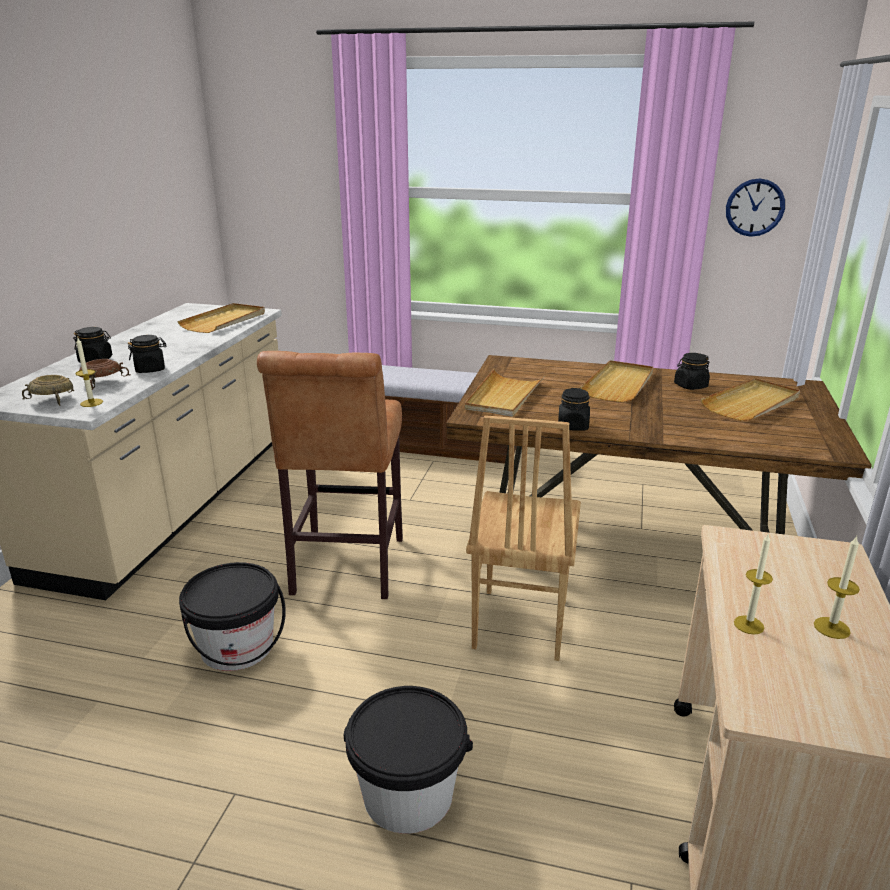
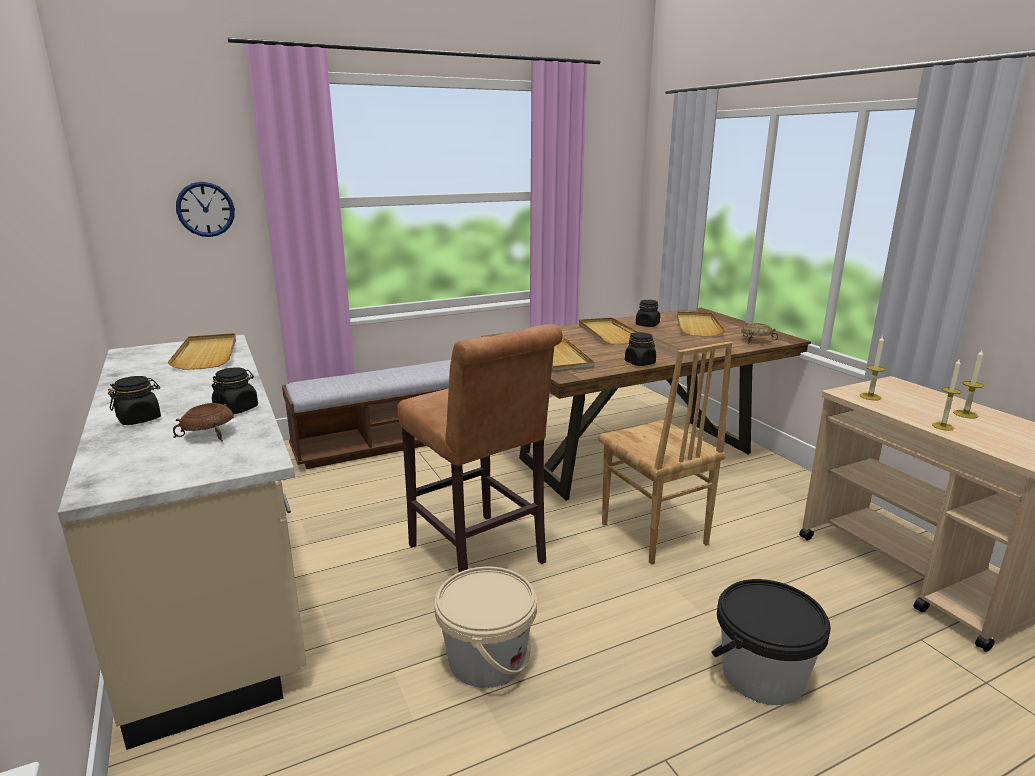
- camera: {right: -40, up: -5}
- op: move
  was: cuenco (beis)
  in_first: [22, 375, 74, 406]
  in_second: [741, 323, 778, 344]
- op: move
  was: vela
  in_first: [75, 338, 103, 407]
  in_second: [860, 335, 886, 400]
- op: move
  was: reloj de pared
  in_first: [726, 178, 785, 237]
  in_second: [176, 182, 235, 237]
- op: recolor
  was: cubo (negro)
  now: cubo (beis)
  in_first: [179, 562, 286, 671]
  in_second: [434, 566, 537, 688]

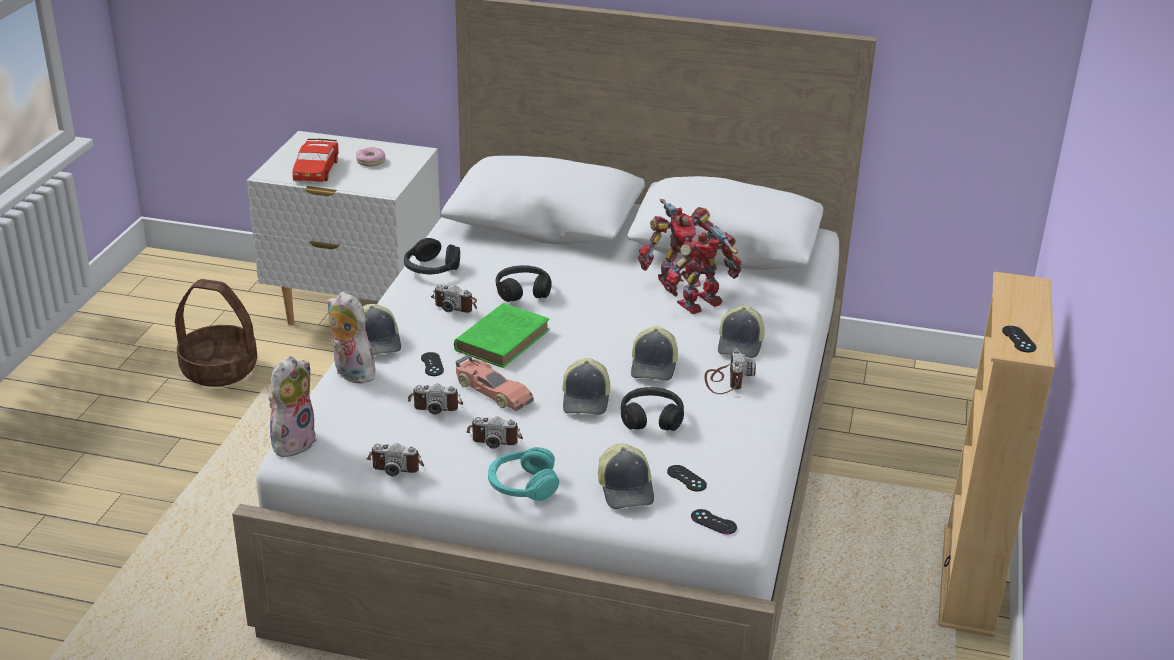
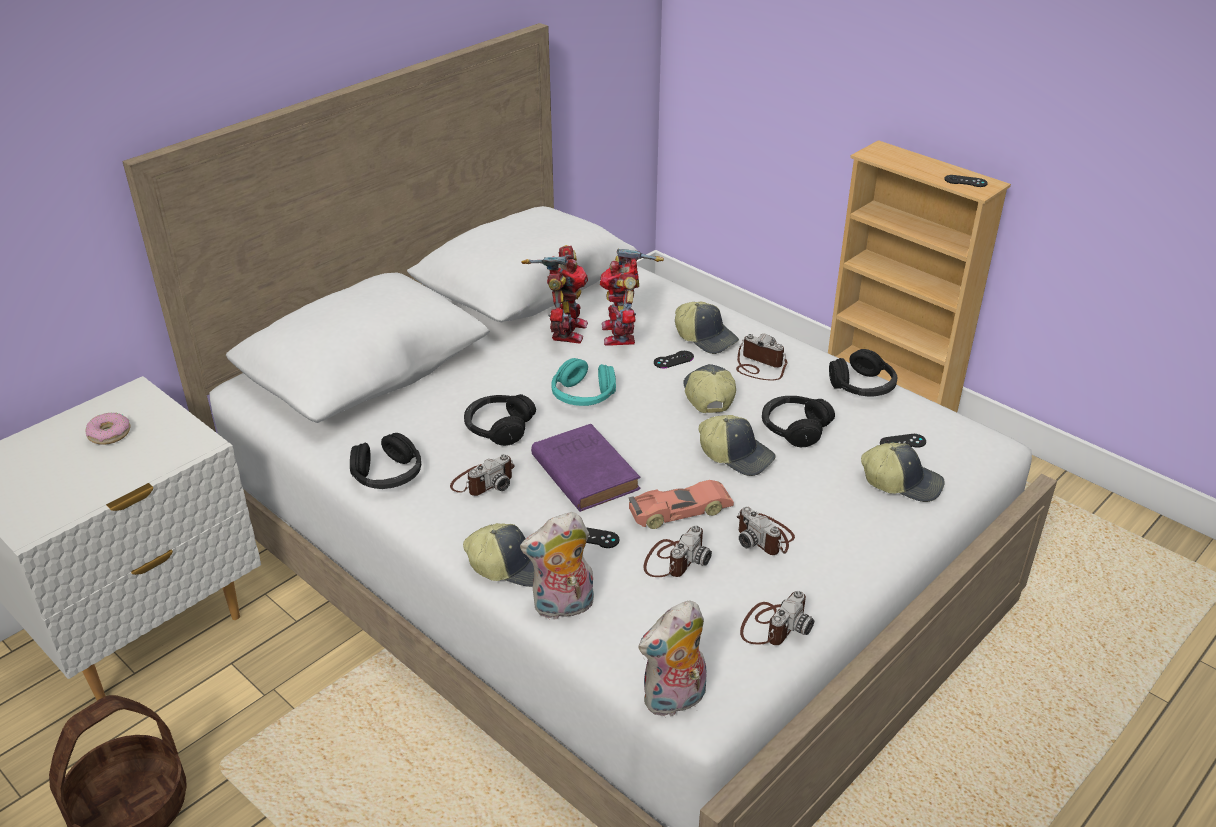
- camera: {right: -60, up: 5}
- op: delete
  was: coche de juguete (rojo)
  in_first: [292, 139, 339, 182]
- op: insert
  now: auriculares (negro)
  in_second: [829, 349, 897, 397]
- op: move
  was: auriculares (turquesa)
  in_first: [488, 447, 559, 501]
  in_second: [551, 358, 616, 406]
- op: move
  was: mando de consola (negro)
  in_first: [691, 509, 737, 534]
  in_second: [654, 351, 694, 368]
- op: recolor
  was: libro (verde)
  now: libro (morado)
  in_first: [454, 303, 550, 368]
  in_second: [531, 424, 640, 512]
- op: rotate
  was: peluche
  in_first: [269, 356, 317, 458]
  in_second: [639, 600, 706, 718]
  clockwise: -90
- op: rotate
  was: cámara
  in_first: [466, 416, 523, 449]
  in_second: [737, 507, 795, 555]
  clockwise: 105
- op: rotate
  was: gorra
  in_first: [631, 327, 678, 381]
  in_second: [683, 364, 736, 413]
  clockwise: -135

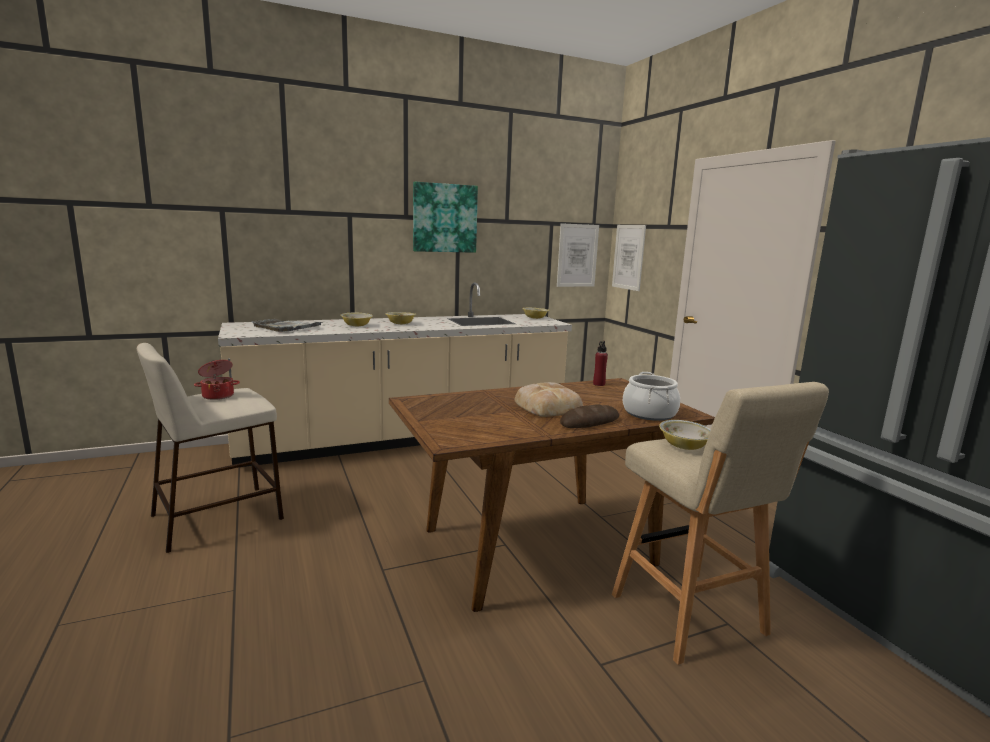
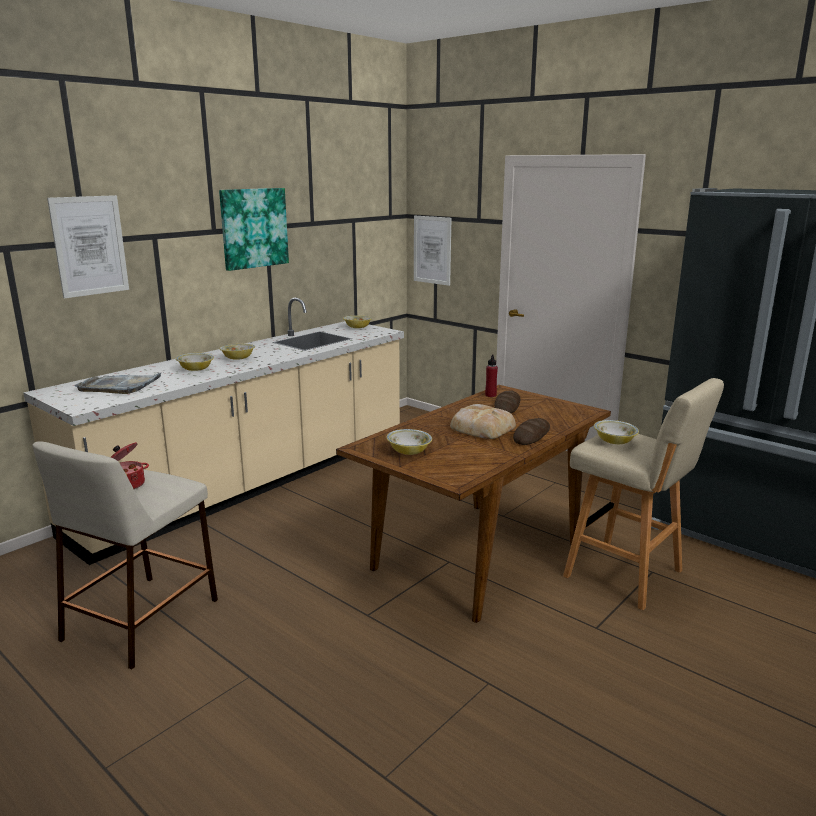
- camera: {right: -25, up: 5}
- op: delete
  was: olla
  in_first: [623, 372, 680, 421]
- op: insert
  now: cuenco
  in_second: [386, 429, 432, 455]
- op: insert
  now: pan
  in_second: [495, 390, 521, 413]
- op: move
  was: cuadro
  in_first: [557, 223, 599, 287]
  in_second: [47, 195, 129, 298]

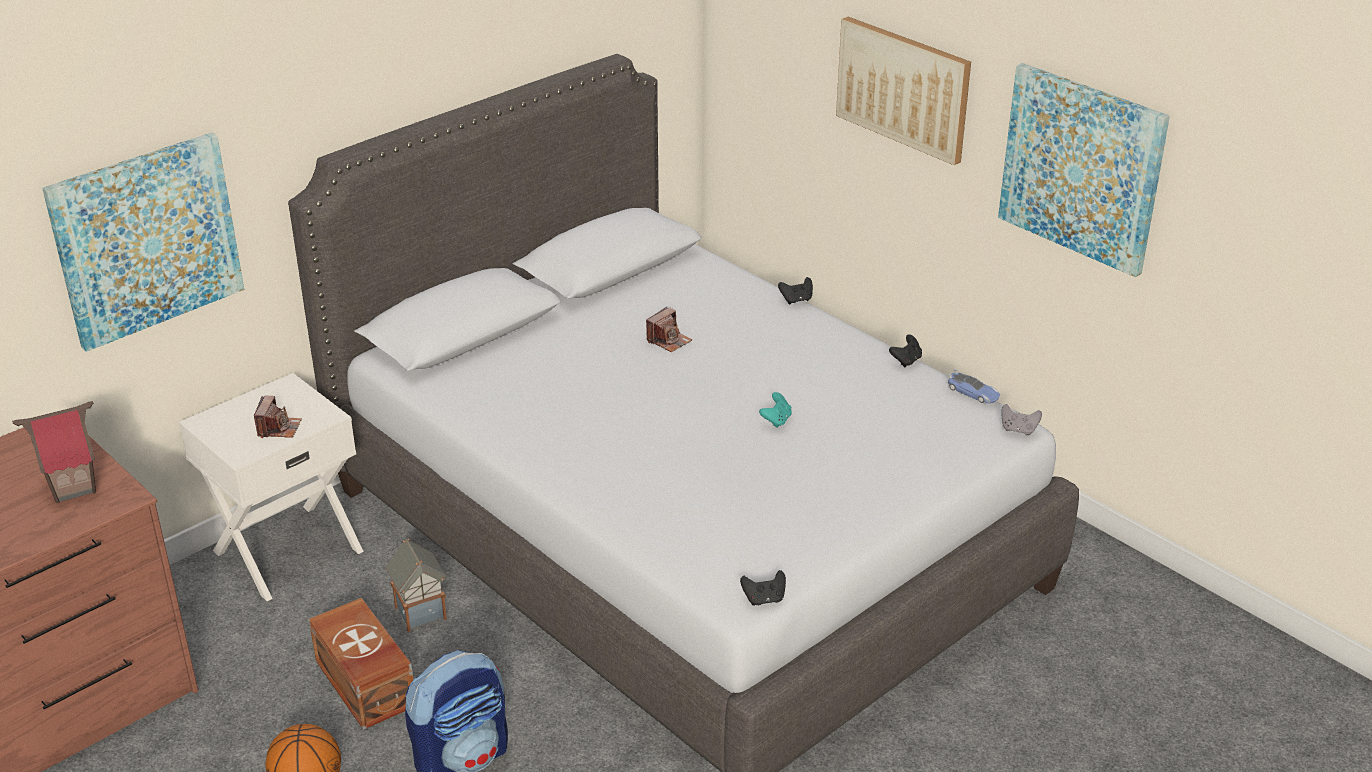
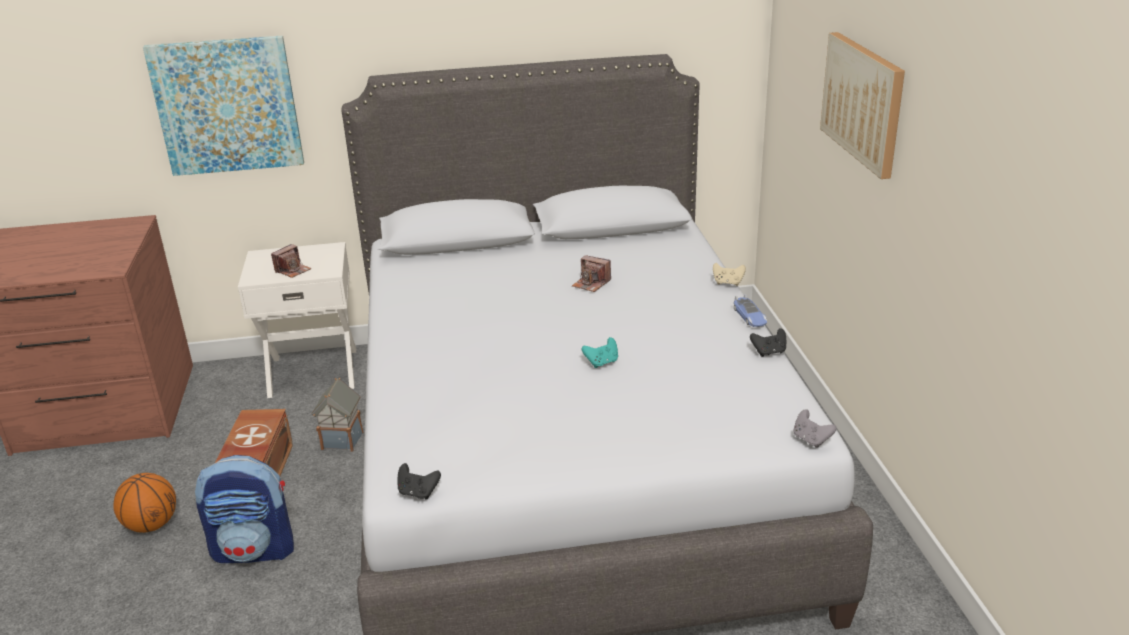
- camera: {right: 35, up: -5}
- op: delete
  was: casita
  in_first: [12, 401, 96, 503]
- op: delete
  was: cuadro
  in_first: [998, 63, 1170, 277]
- op: move
  was: coche de juguete
  in_first: [947, 369, 1000, 404]
  in_second: [734, 294, 767, 327]
- op: recolor
  was: mando de consola (negro)
  now: mando de consola (beis)
  in_first: [778, 277, 813, 304]
  in_second: [713, 263, 746, 286]
- op: rotate
  was: cámara
  in_first: [646, 307, 692, 352]
  in_second: [572, 255, 611, 292]
  clockwise: 45

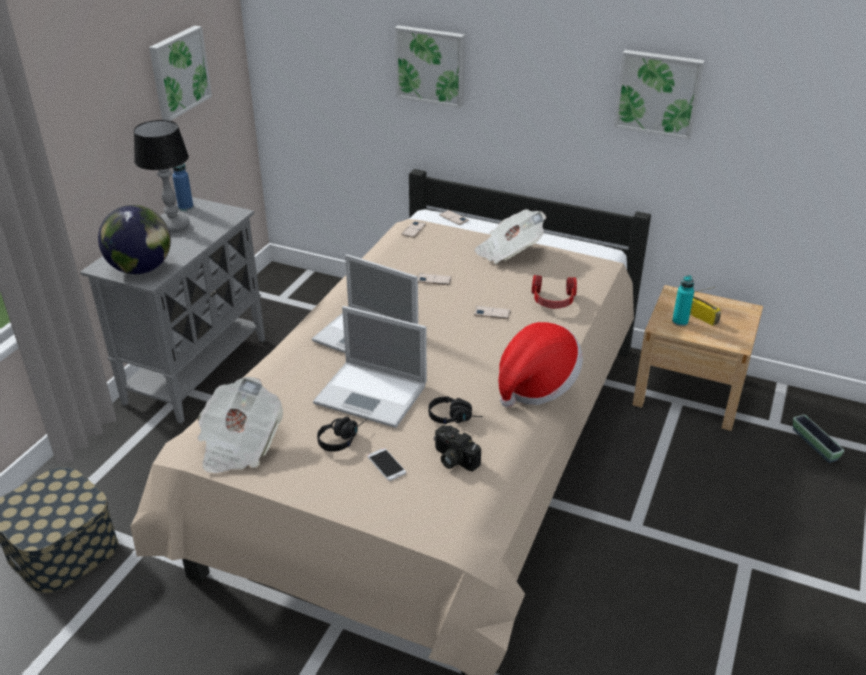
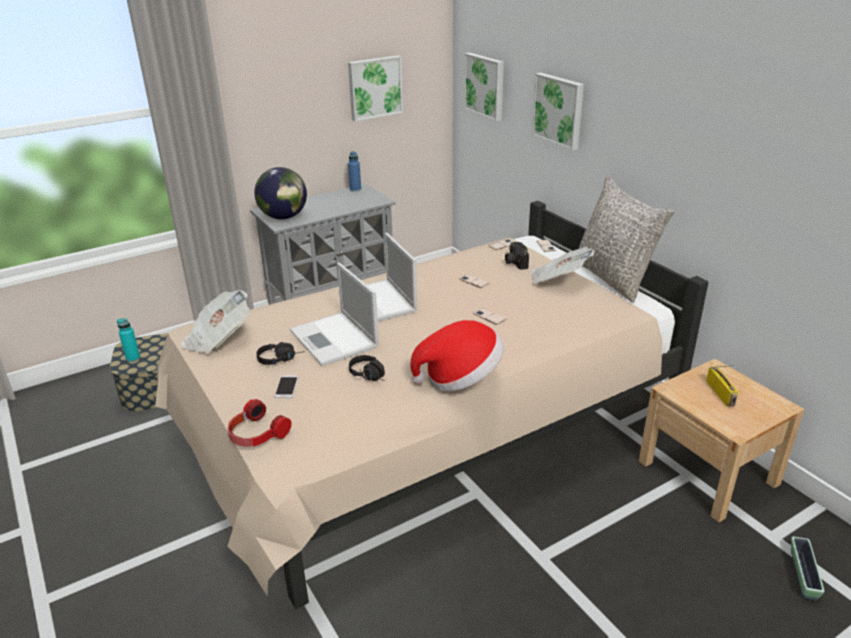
- camera: {right: 35, up: -5}
- op: delete
  was: lámpara de mesa
  in_first: [134, 120, 190, 233]
- op: insert
  now: cojín (gris)
  in_second: [579, 176, 674, 303]
- op: move
  was: cámara
  in_first: [434, 425, 481, 471]
  in_second: [505, 242, 529, 270]
- op: move
  was: auriculares
  in_first: [532, 275, 577, 309]
  in_second: [227, 399, 292, 447]
- op: move
  was: cuadro
  in_first: [614, 50, 705, 140]
  in_second: [464, 53, 504, 121]
- op: move
  was: botella (turquesa)
  in_first: [672, 275, 694, 326]
  in_second: [117, 318, 140, 362]

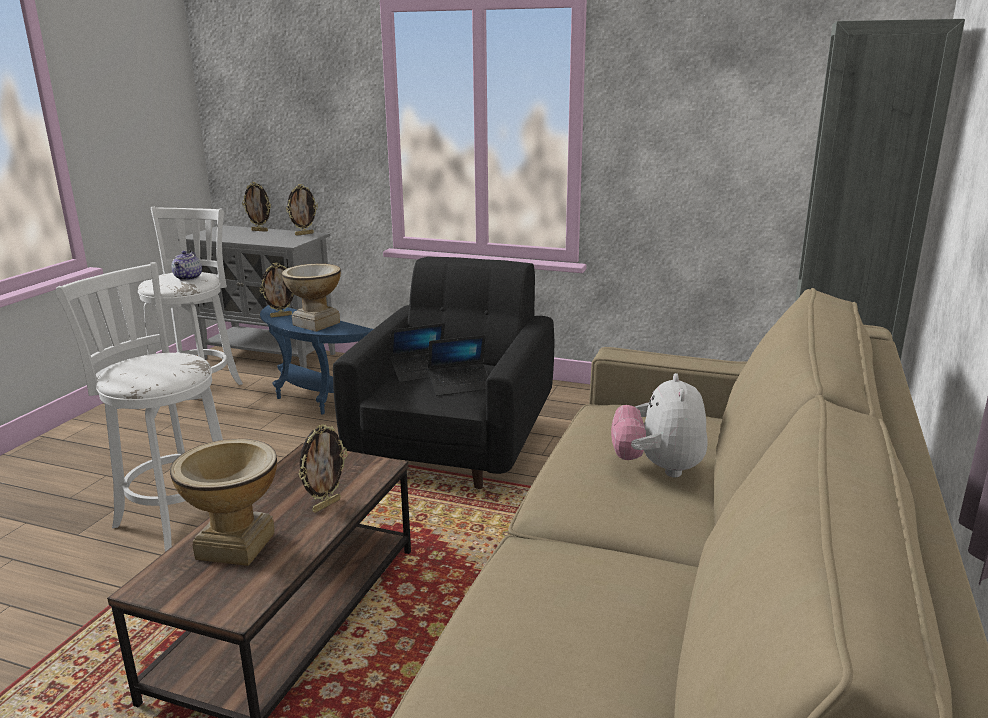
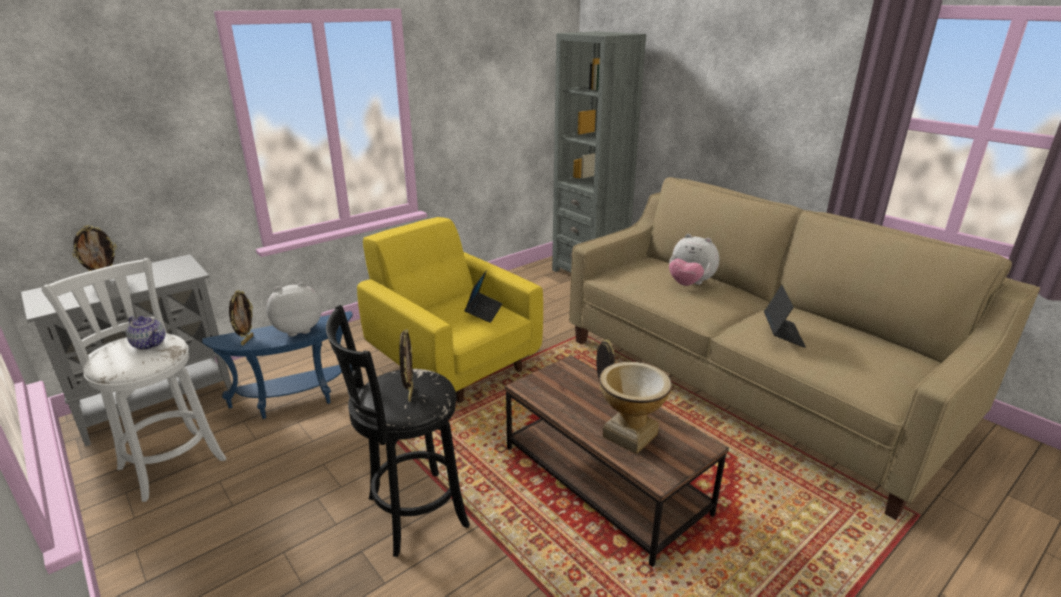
- camera: {right: -60, up: 5}
- op: move
  was: portarretratos
  in_first: [286, 184, 318, 236]
  in_second: [399, 329, 413, 402]
- op: move
  was: portátil
  in_first: [390, 323, 445, 383]
  in_second: [764, 285, 806, 348]
- op: replace
  was: florero
  now: peluche
  in_first: [282, 263, 341, 332]
  in_second: [266, 282, 322, 337]
- op: recolor
  was: taburete (blanco)
  now: taburete (negro)
  in_first: [55, 262, 223, 552]
  in_second: [326, 305, 470, 557]
- op: recolor
  was: sillón (negro)
  now: sillón (amarillo)
  in_first: [333, 257, 554, 489]
  in_second: [357, 217, 543, 403]

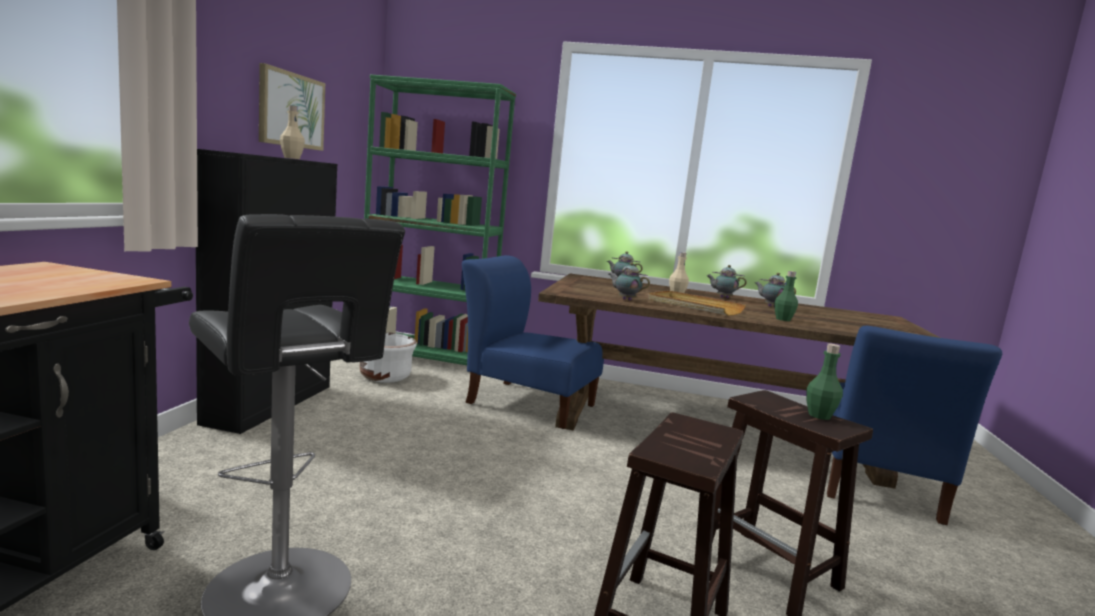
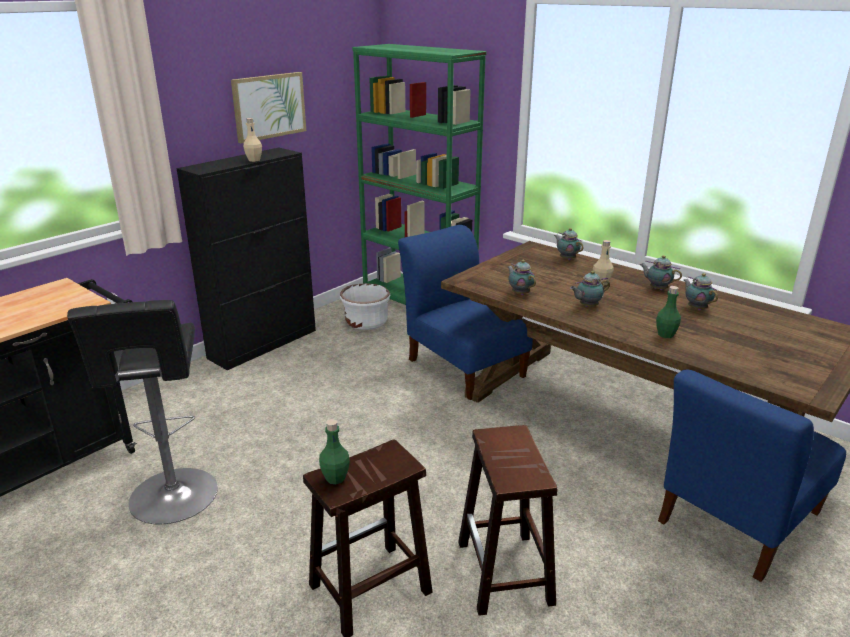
- camera: {right: 30, up: 15}
- op: move
  was: botella (verde)
  in_first: [806, 344, 843, 420]
  in_second: [319, 419, 350, 484]
- op: replace
  was: bandeja (beis)
  now: tetera
  in_first: [648, 290, 746, 316]
  in_second: [570, 271, 610, 307]

